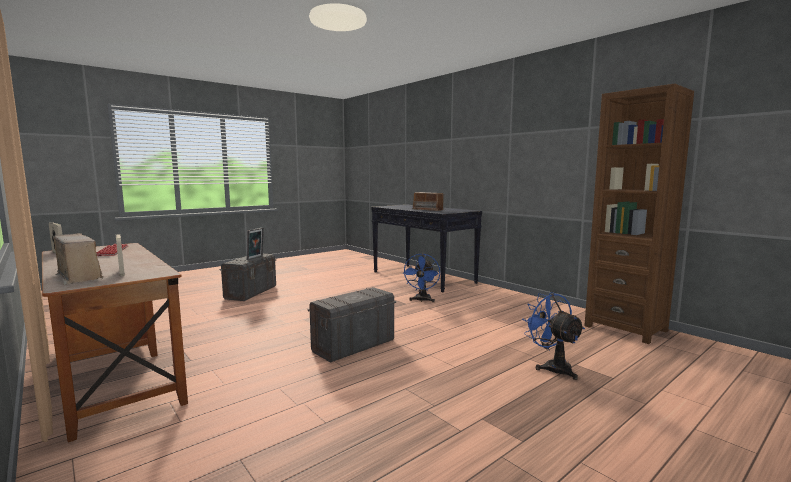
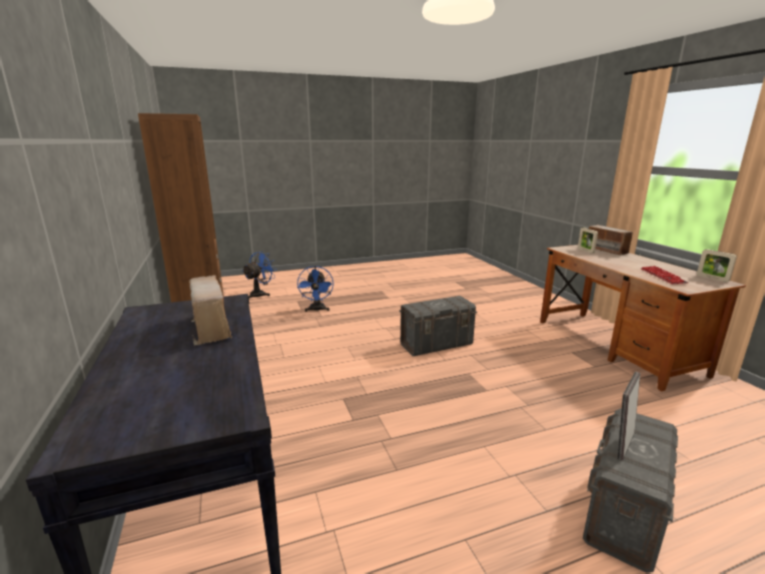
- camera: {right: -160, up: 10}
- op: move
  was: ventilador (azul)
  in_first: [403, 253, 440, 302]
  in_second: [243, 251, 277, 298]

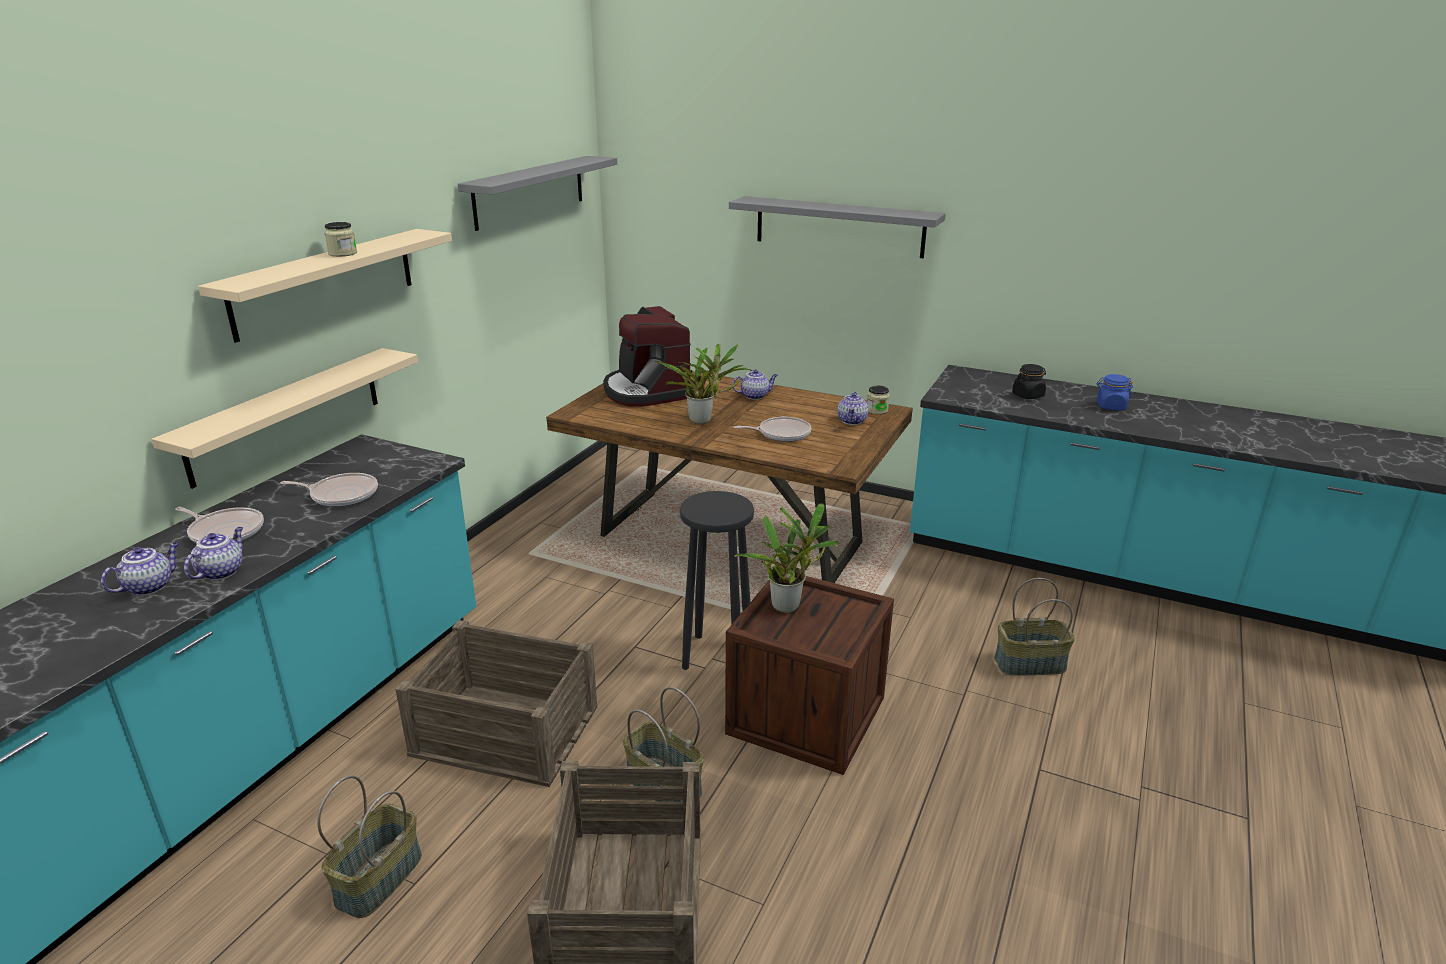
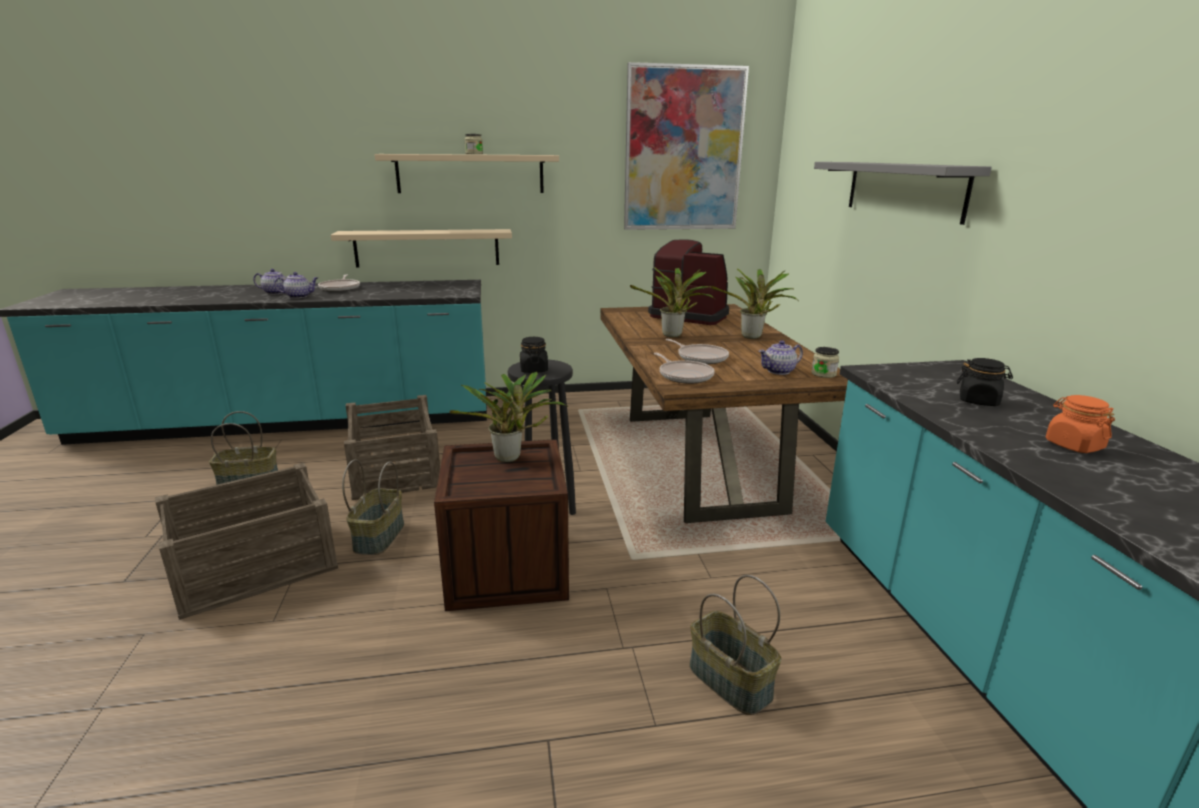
- camera: {right: 55, up: -5}
- op: insert
  now: tarro (negro)
  in_second: [520, 337, 548, 373]
- op: move
  was: sartén
  in_first: [281, 473, 378, 507]
  in_second: [654, 353, 715, 384]
- op: replace
  was: estante (gris)
  now: cuadro
  in_first: [458, 156, 617, 231]
  in_second: [624, 62, 749, 230]
- op: replace
  was: tetera
  now: planta en maceta
  in_first: [732, 369, 778, 400]
  in_second: [711, 269, 799, 339]
- op: recolor
  was: tarro (azul)
  now: tarro (naranja)
  in_first: [1097, 374, 1133, 410]
  in_second: [1046, 395, 1115, 453]
- op: rotate
  was: cafetera
  in_first: [603, 306, 693, 407]
  in_second: [648, 239, 729, 325]
  clockwise: 90

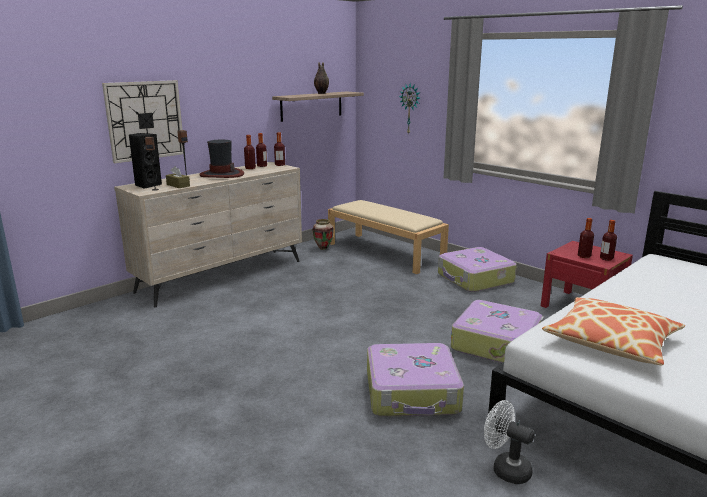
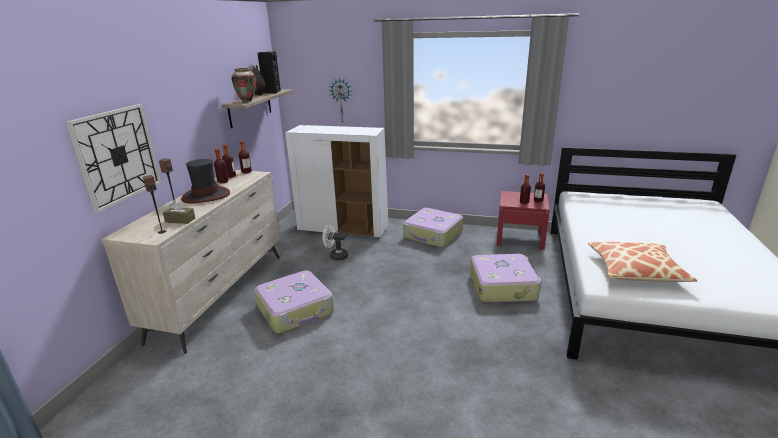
- camera: {right: -30, up: 5}
- op: move
  was: altavoz (negro)
  in_first: [129, 133, 162, 189]
  in_second: [257, 51, 281, 93]
- op: move
  was: florero
  in_first: [313, 219, 334, 250]
  in_second: [231, 68, 256, 102]
- op: move
  was: maleta
  in_first: [367, 343, 464, 417]
  in_second: [254, 270, 334, 333]
- op: move
  was: ventilador (blanco)
  in_first: [484, 400, 535, 484]
  in_second: [323, 224, 348, 260]
- op: replace
  was: banco (beis)
  now: armario (blanco)
  in_first: [328, 200, 449, 274]
  in_second: [285, 125, 389, 238]

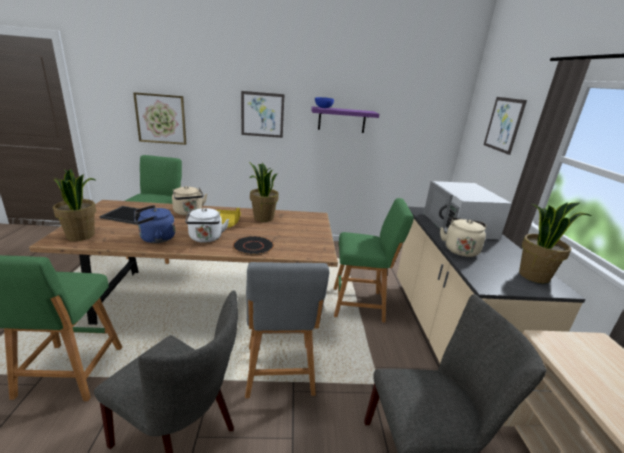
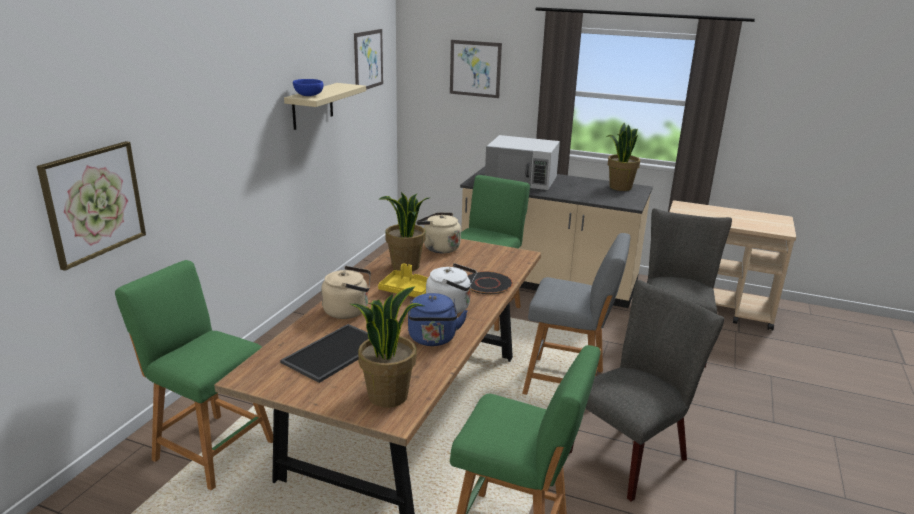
- camera: {right: -65, up: 0}
- op: move
  was: cuadro
  in_first: [241, 91, 285, 138]
  in_second: [354, 29, 383, 90]
- op: move
  was: hervidor (beis)
  in_first: [440, 217, 486, 257]
  in_second: [417, 212, 461, 253]
- op: recolor
  was: estante (morado)
  now: estante (beis)
  in_first: [311, 106, 379, 133]
  in_second: [284, 83, 366, 130]

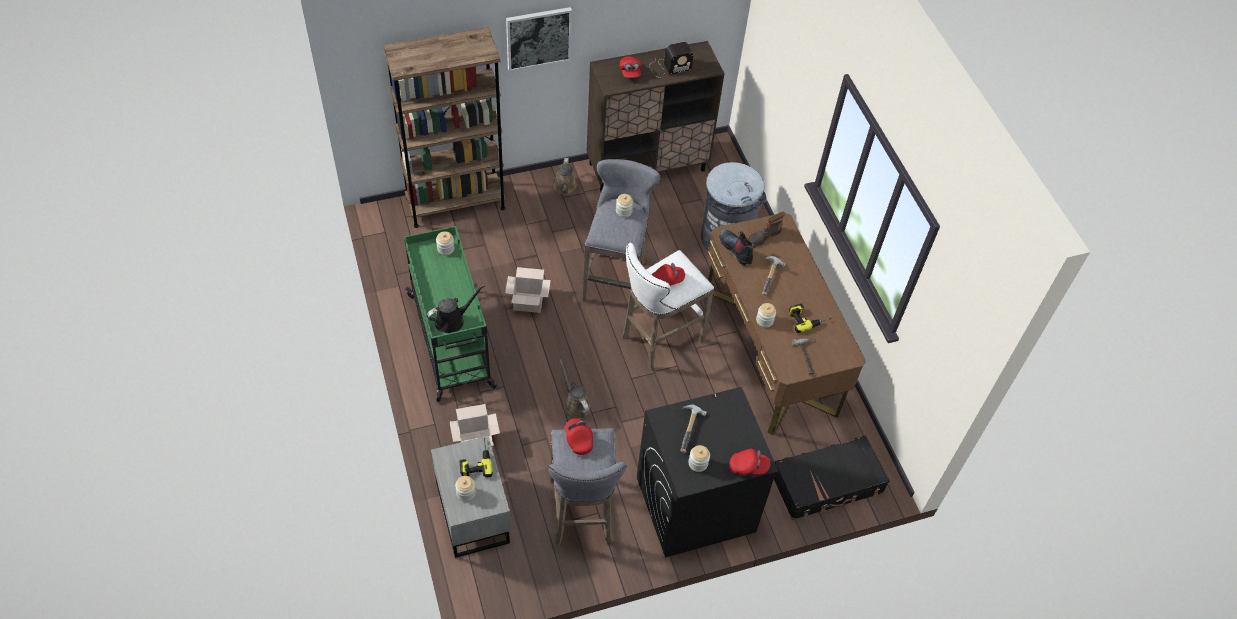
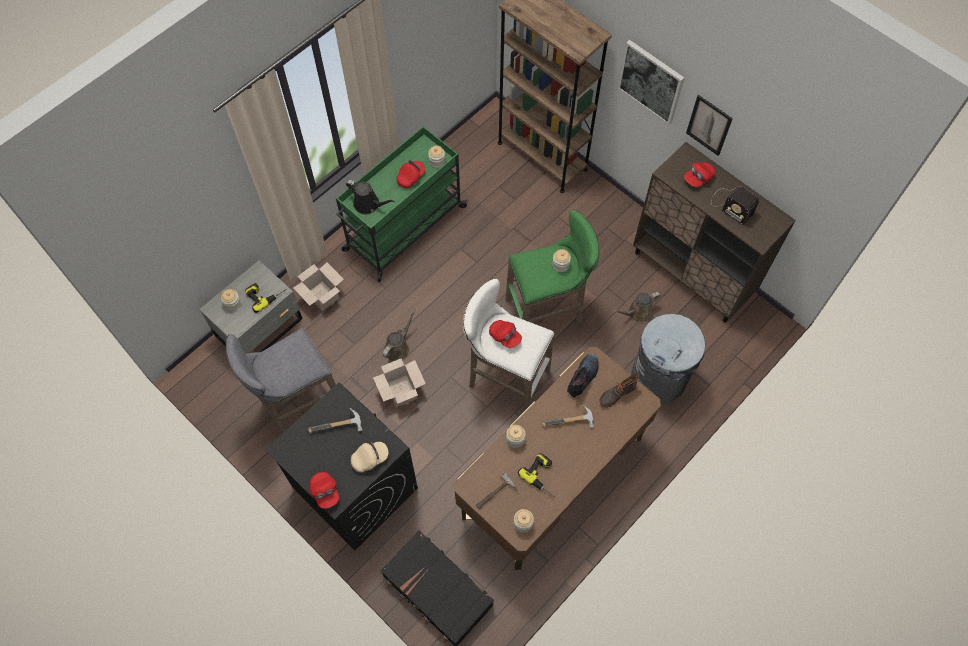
- camera: {right: 65, up: 10}
- op: insert
  now: gorra (beis)
  in_second: [351, 442, 388, 473]
- op: insert
  now: cuadro
  in_second: [686, 95, 733, 156]
- op: move
  was: caja de cartón
  in_first: [505, 267, 551, 313]
  in_second: [373, 358, 426, 407]
- op: move
  was: regadera (marrón)
  in_first: [554, 158, 577, 195]
  in_second: [613, 292, 661, 322]
- op: move
  was: gorra (rojo)
  in_first: [565, 418, 593, 455]
  in_second: [397, 160, 425, 188]
- op: move
  was: tarro
  in_first: [688, 445, 710, 472]
  in_second: [514, 509, 534, 533]
- op: recolor
  was: taburete (gris)
  now: taburete (verde)
  in_first: [582, 159, 660, 312]
  in_second: [506, 210, 600, 326]
- op: rotate
  was: bota
  in_first: [749, 212, 785, 246]
  in_second: [599, 373, 640, 408]
  clockwise: -60

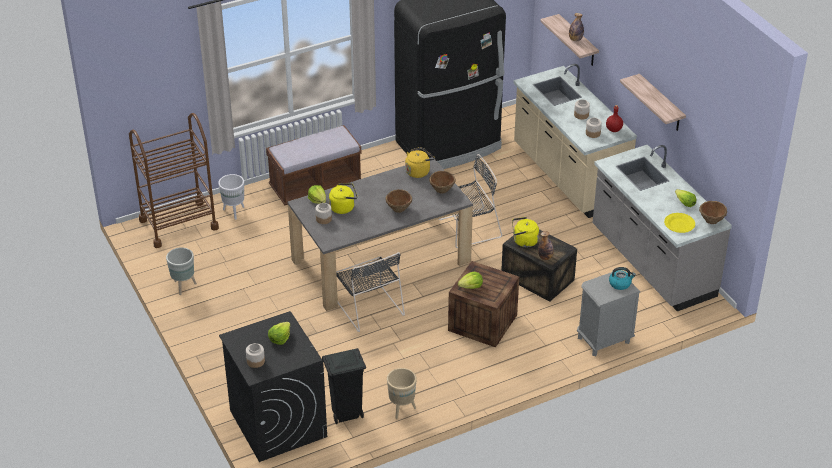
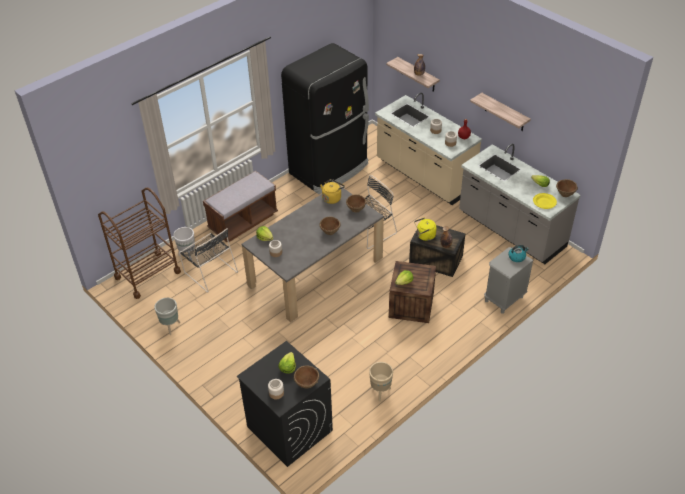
- camera: {right: -15, up: 5}
- op: delete
  was: papelera (negro)
  in_first: [322, 348, 366, 424]
- op: delete
  was: hervidor (amarillo)
  in_first: [329, 183, 357, 214]
- op: insert
  now: cuenco (marrón)
  in_second: [294, 365, 319, 388]
- op: move
  was: silla (negro)
  in_first: [336, 252, 405, 332]
  in_second: [179, 228, 238, 292]

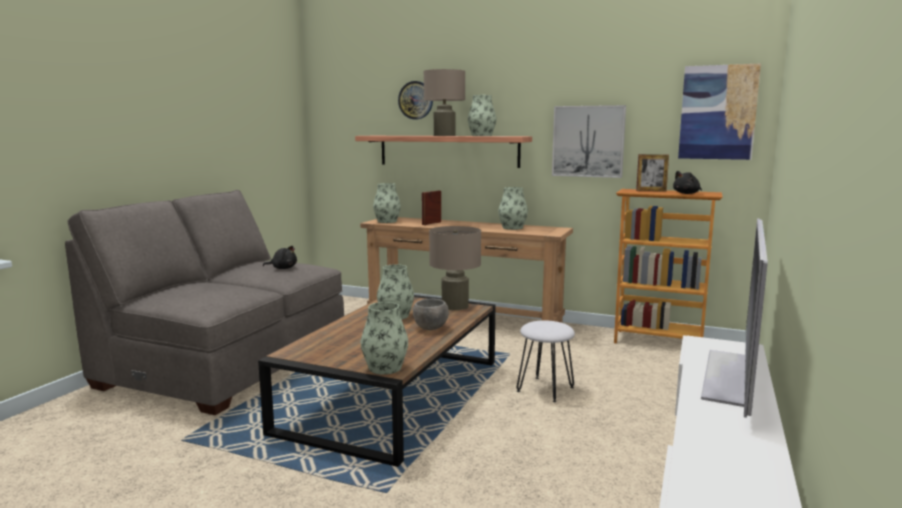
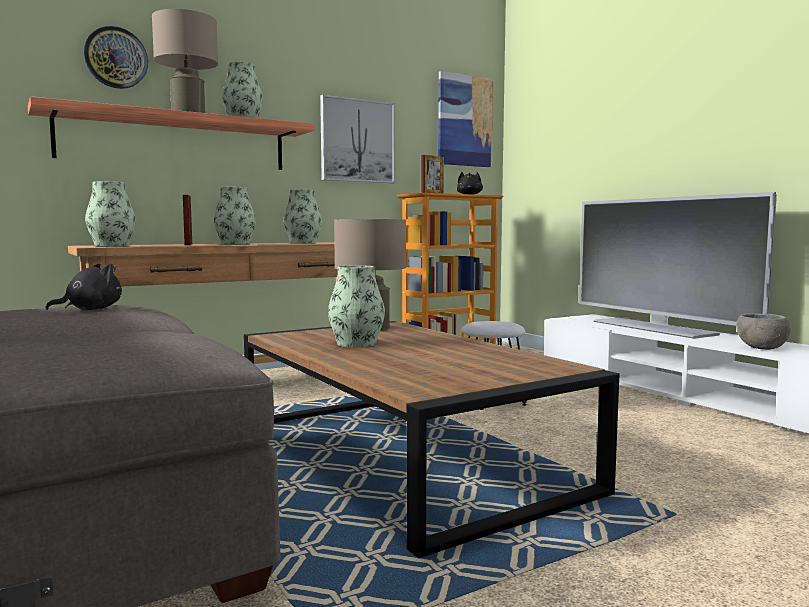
- camera: {right: -55, up: -5}
- op: move
  was: florero
  in_first: [361, 302, 408, 375]
  in_second: [214, 187, 256, 244]
- op: move
  was: cuenco (gris)
  in_first: [413, 298, 449, 330]
  in_second: [736, 313, 790, 350]

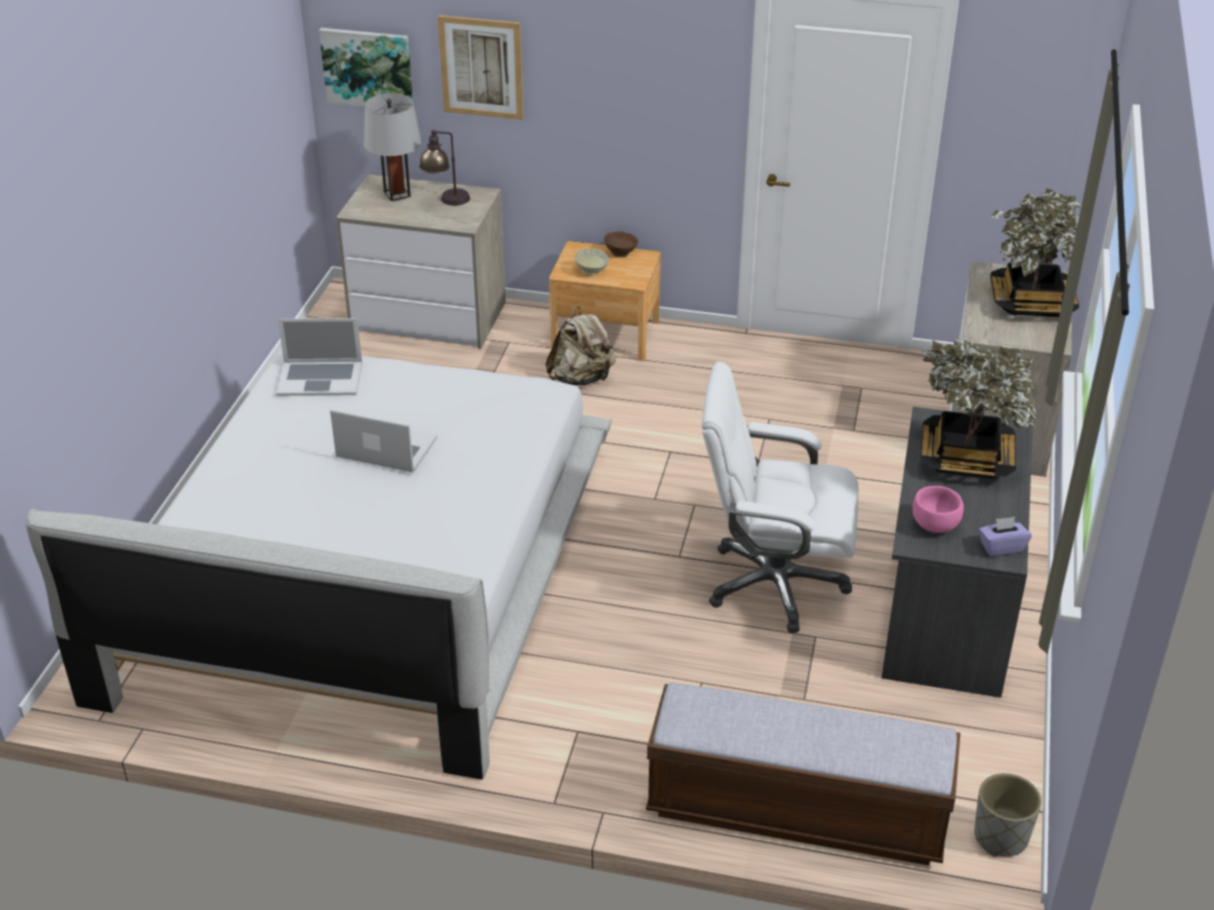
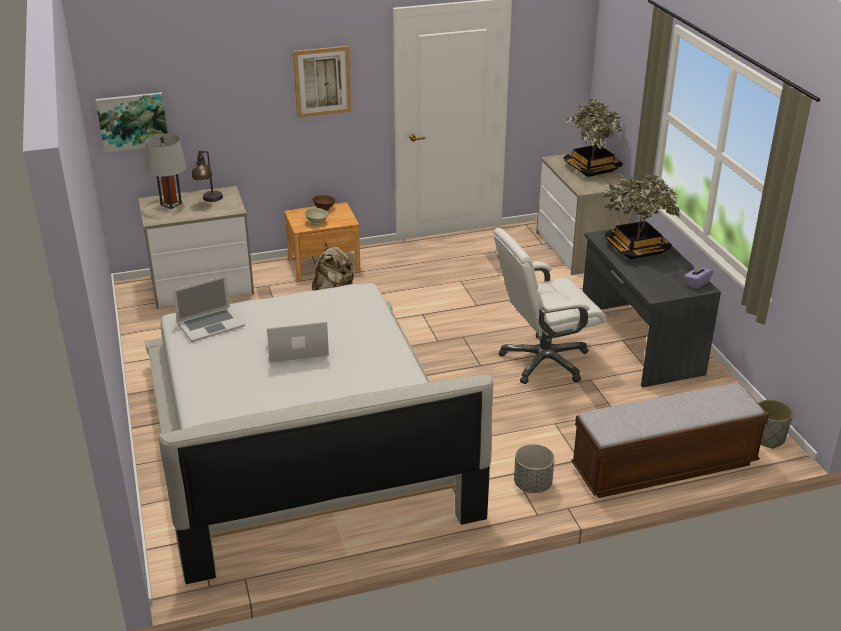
- camera: {right: -30, up: -5}
- op: delete
  was: cuenco (rosa)
  in_first: [912, 486, 964, 533]
- op: insert
  now: maceta (gris)
  in_second: [514, 444, 555, 493]
- op: move
  was: cuadro
  in_first: [438, 15, 524, 120]
  in_second: [293, 46, 351, 118]

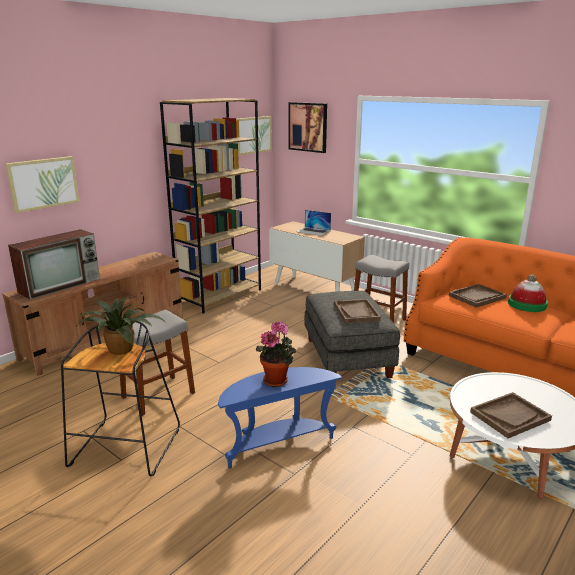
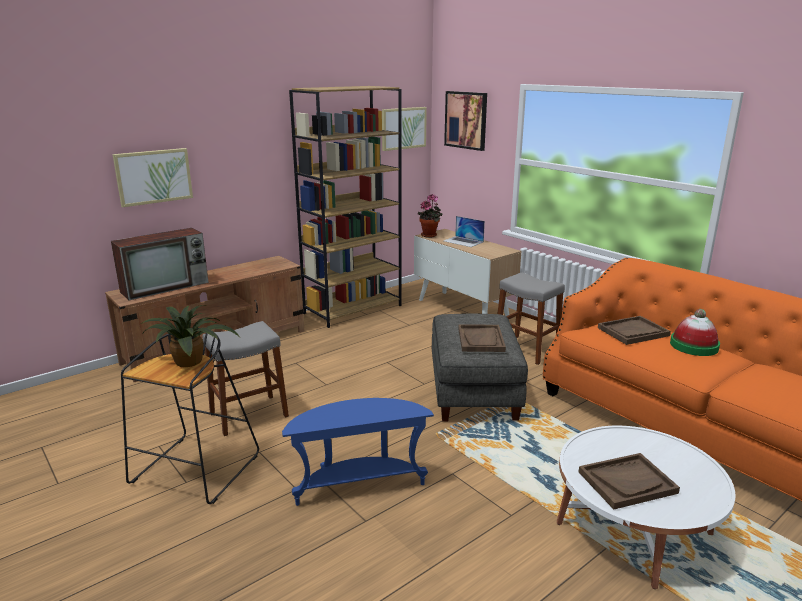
- camera: {right: 10, up: 0}
- op: move
  was: planta en maceta
  in_first: [256, 321, 296, 387]
  in_second: [417, 194, 442, 237]

